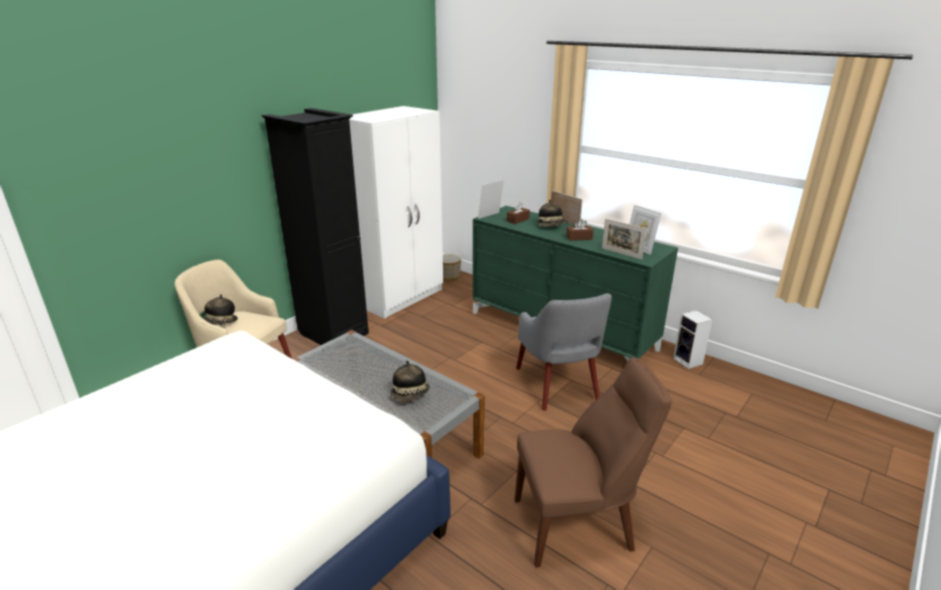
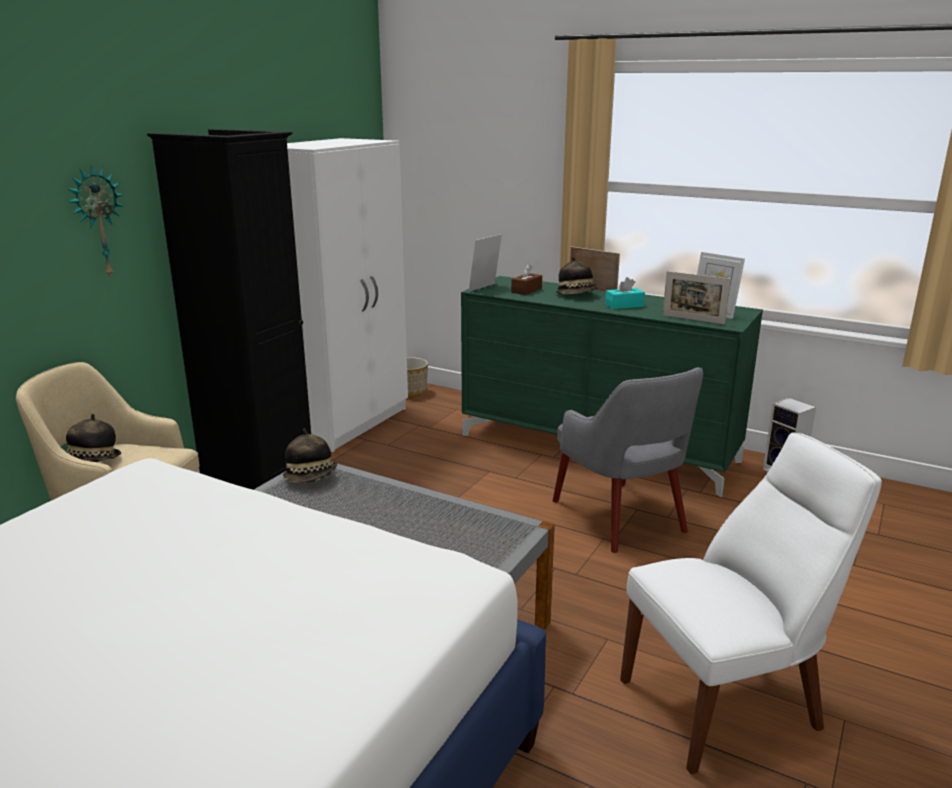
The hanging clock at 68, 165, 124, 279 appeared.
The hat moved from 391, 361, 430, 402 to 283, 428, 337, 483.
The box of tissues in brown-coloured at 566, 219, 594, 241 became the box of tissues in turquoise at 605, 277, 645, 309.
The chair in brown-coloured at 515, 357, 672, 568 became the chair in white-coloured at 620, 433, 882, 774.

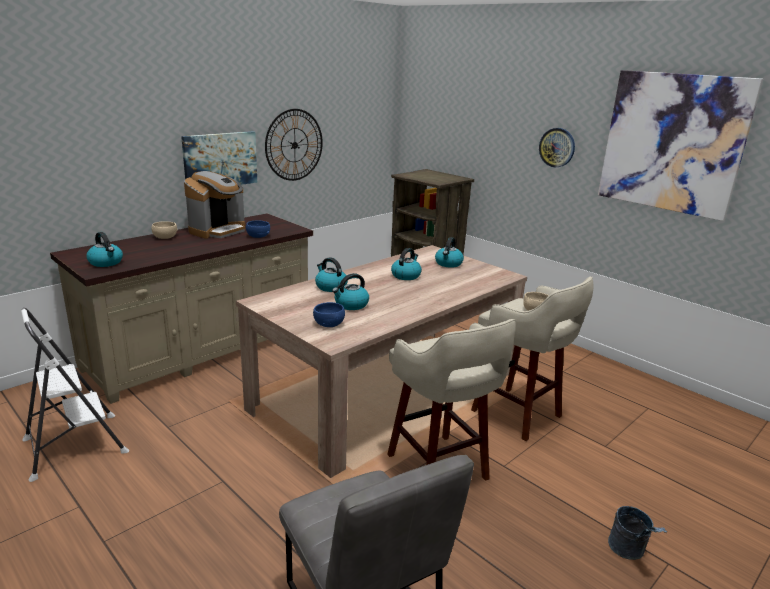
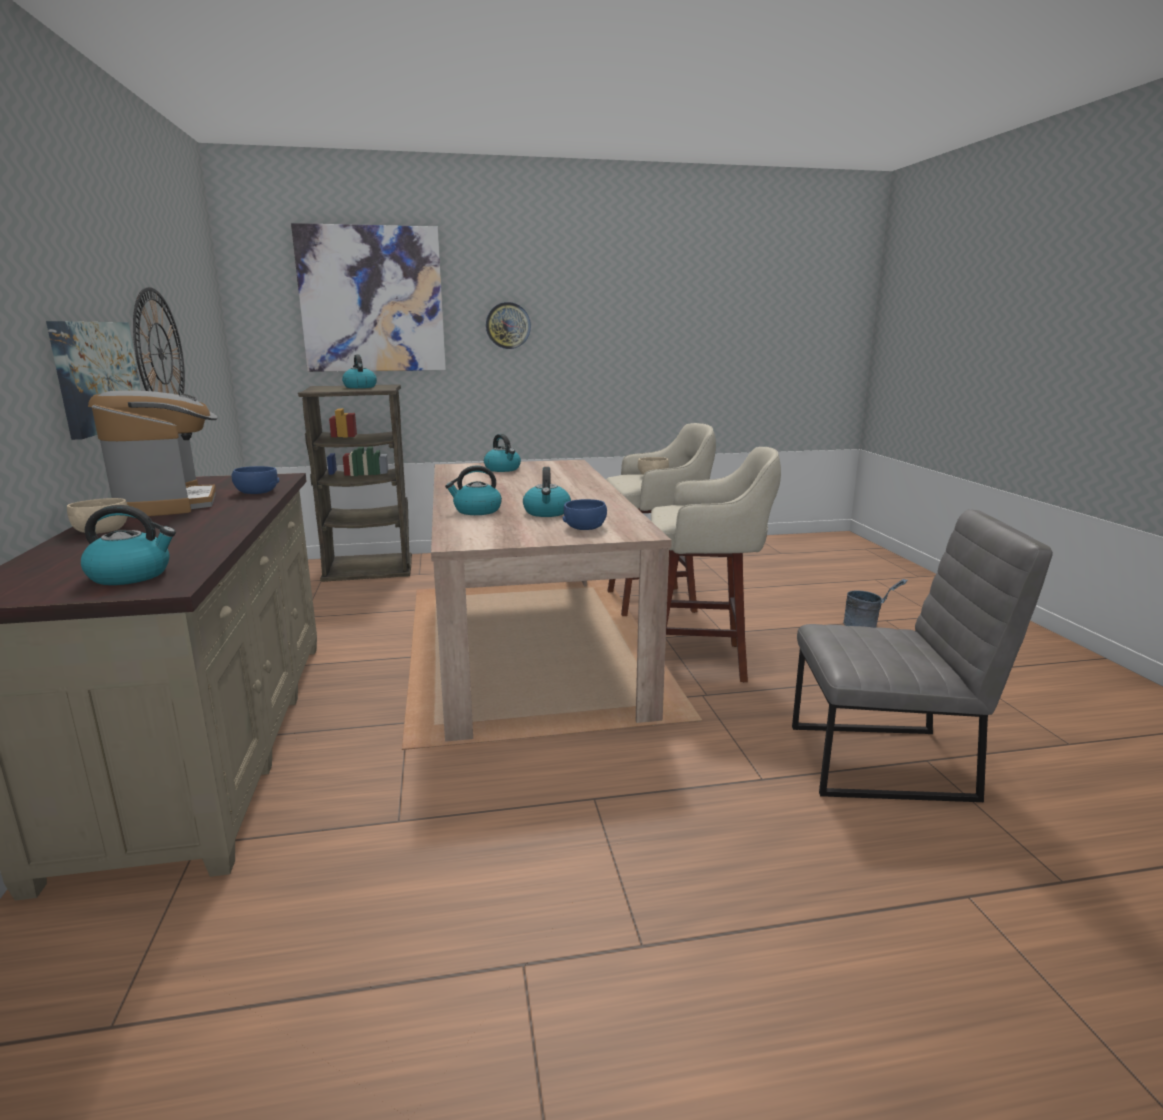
The wall art moved from 598, 70, 763, 221 to 291, 223, 446, 372.
The water kettle moved from 391, 248, 422, 280 to 342, 355, 377, 388.
The step stool in white-coloured at 21, 308, 129, 482 disappeared.

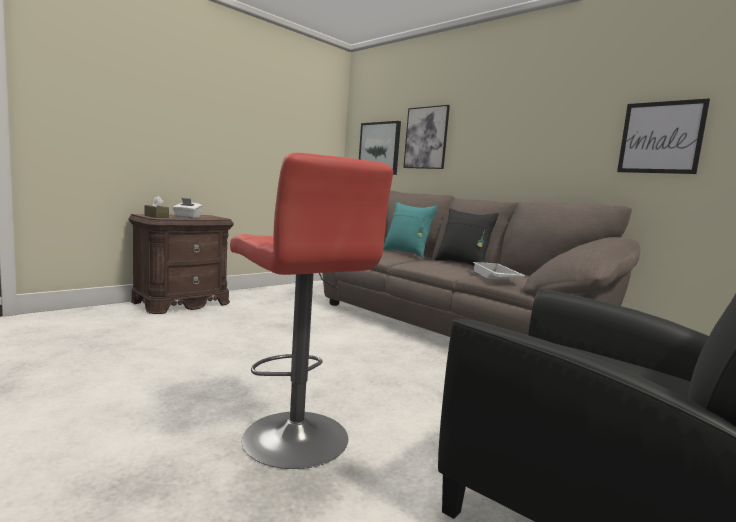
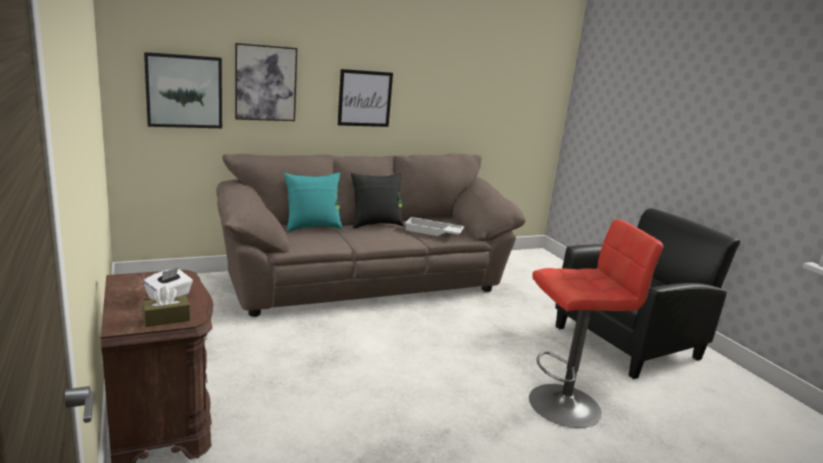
The wall art moved from 617, 98, 710, 174 to 338, 69, 393, 127.

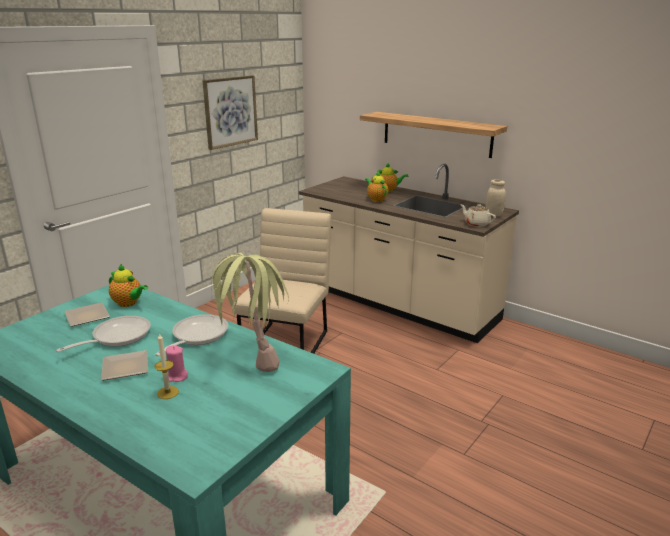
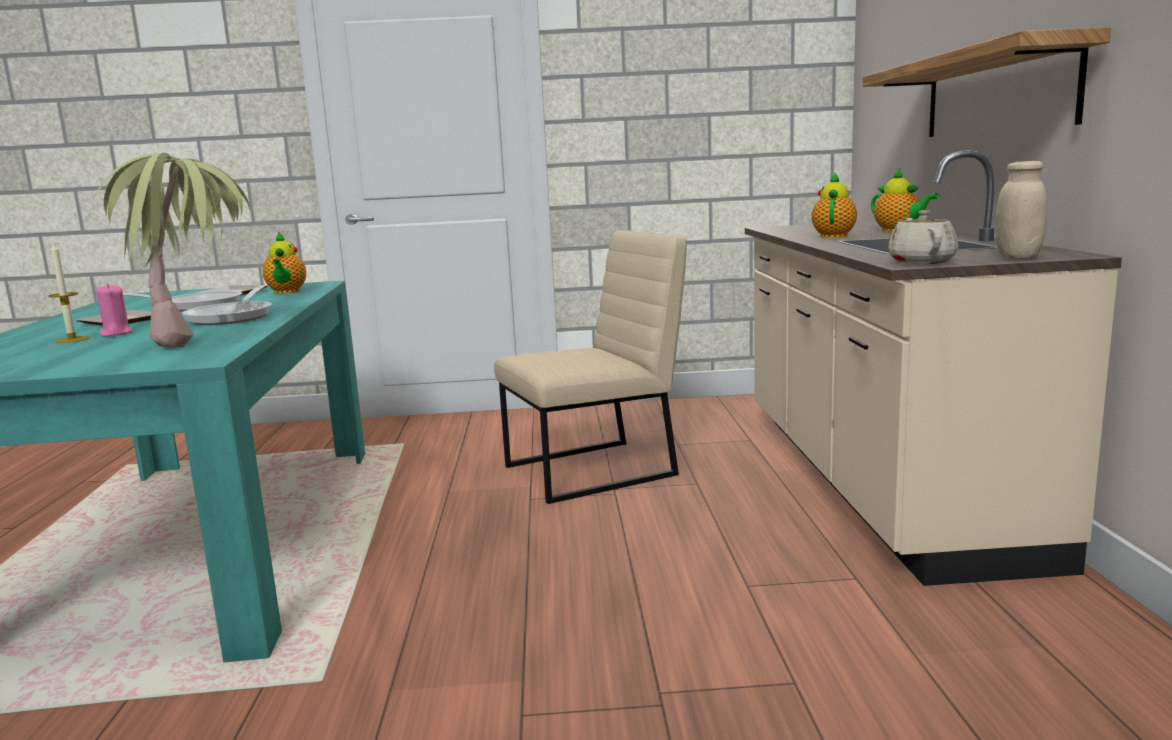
The frying pan at 155, 314, 228, 356 turned 105 degrees clockwise.
The wall art at 202, 75, 258, 150 disappeared.

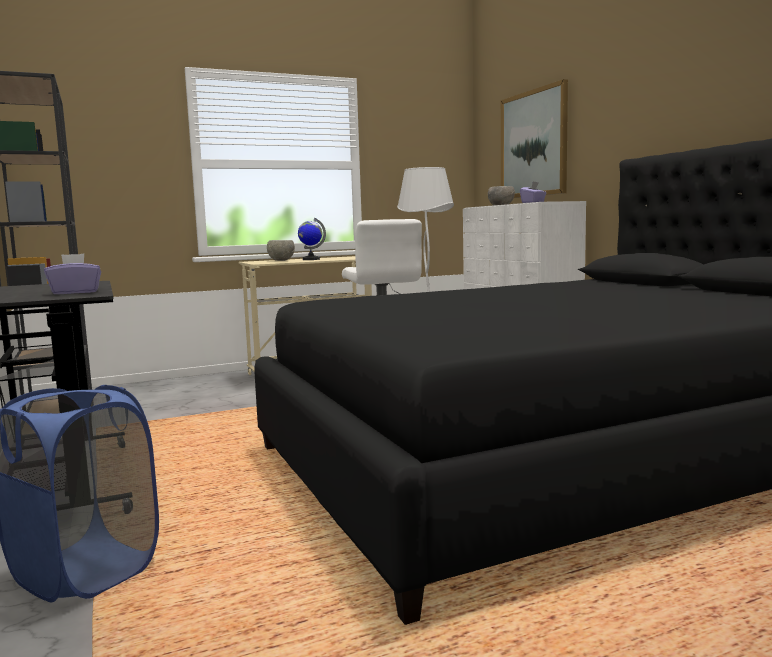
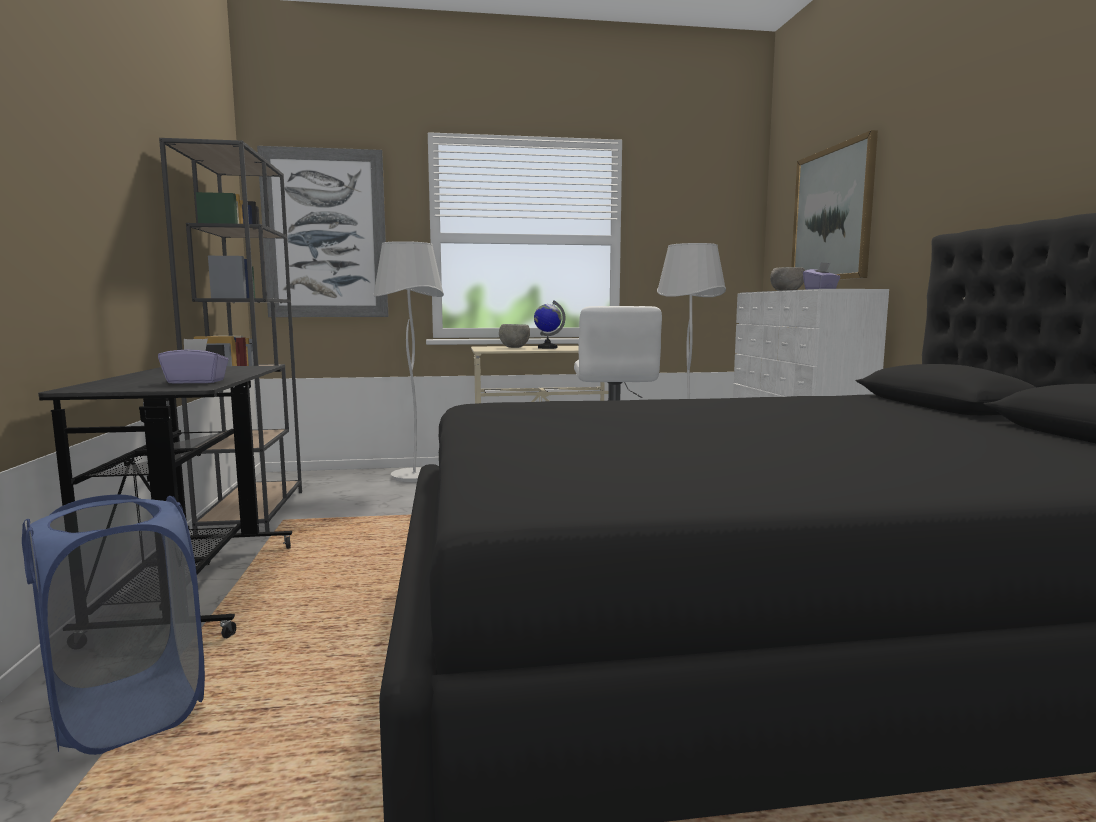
The wall art at 257, 146, 388, 317 appeared.
The floor lamp in white-coloured at 373, 241, 444, 482 appeared.

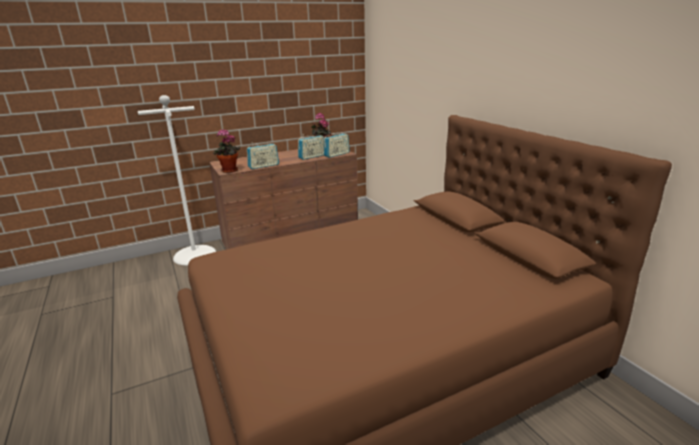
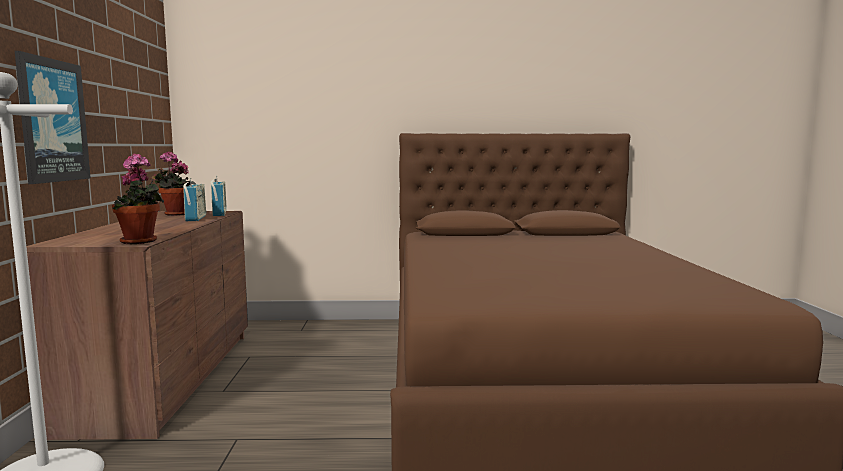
The wall art at 15, 51, 91, 184 appeared.
The radio set at 247, 142, 279, 169 disappeared.

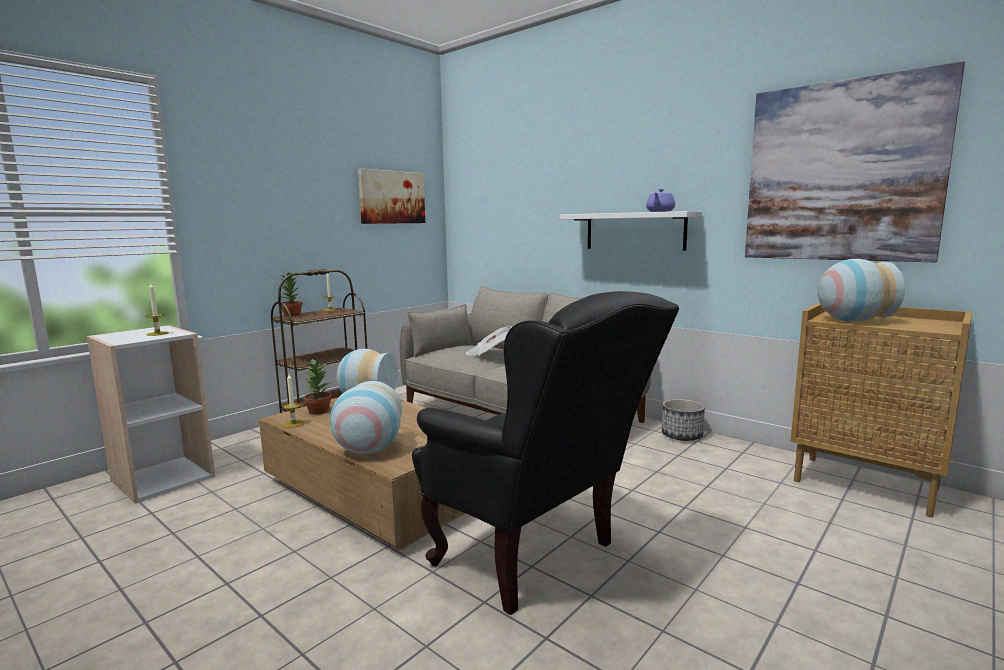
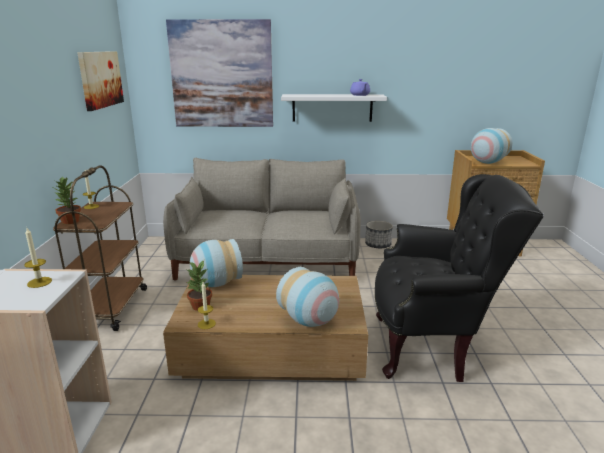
The wall art moved from 745, 61, 965, 262 to 166, 19, 273, 127.
The newspaper at 466, 326, 512, 356 disappeared.

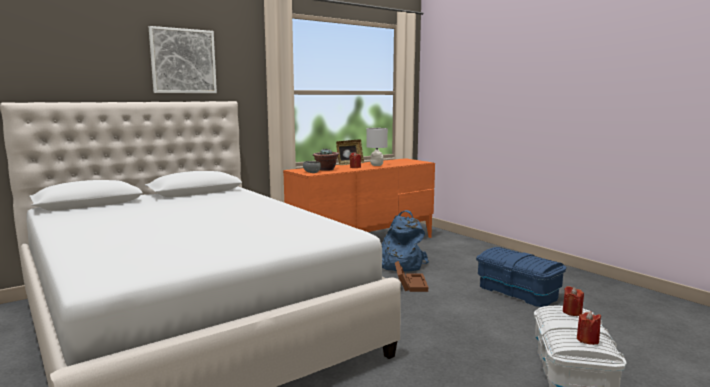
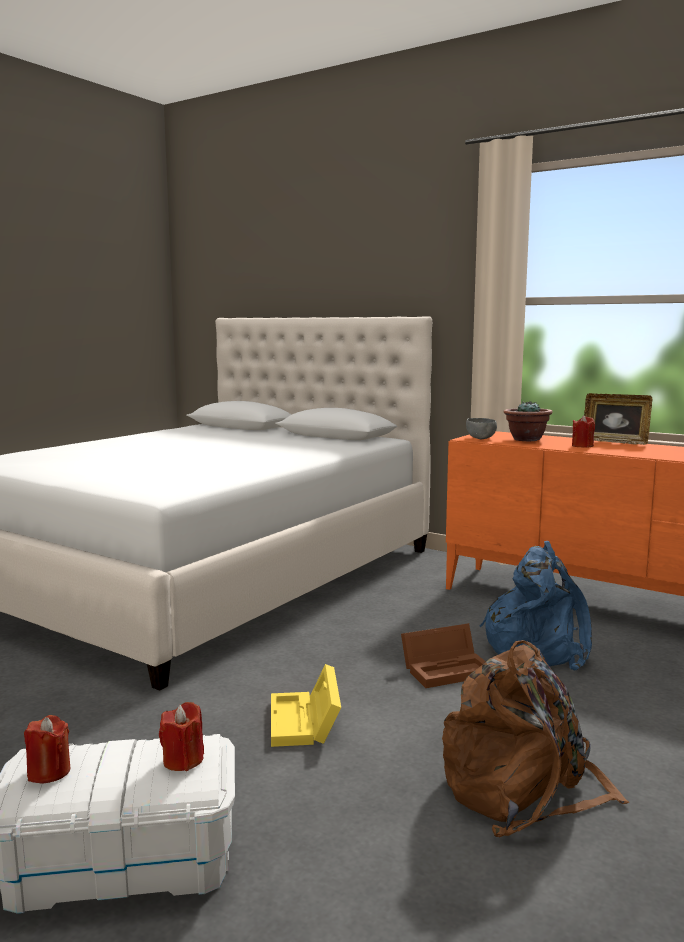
The storage container in yellow at 271, 664, 341, 747 appeared.
The storage container in bluish at 476, 247, 566, 307 was replaced by the backpack in brown-coloured at 442, 640, 629, 837.
The wall art at 149, 26, 217, 93 disappeared.
The lamp for a table in grey at 367, 128, 388, 166 disappeared.

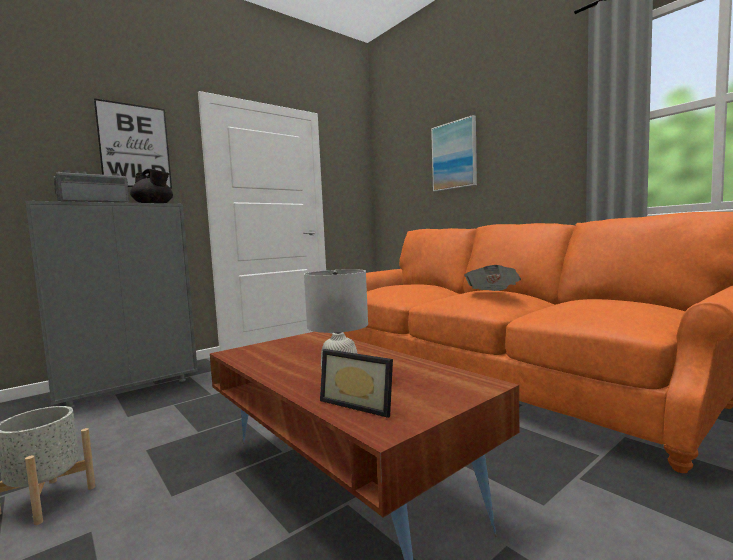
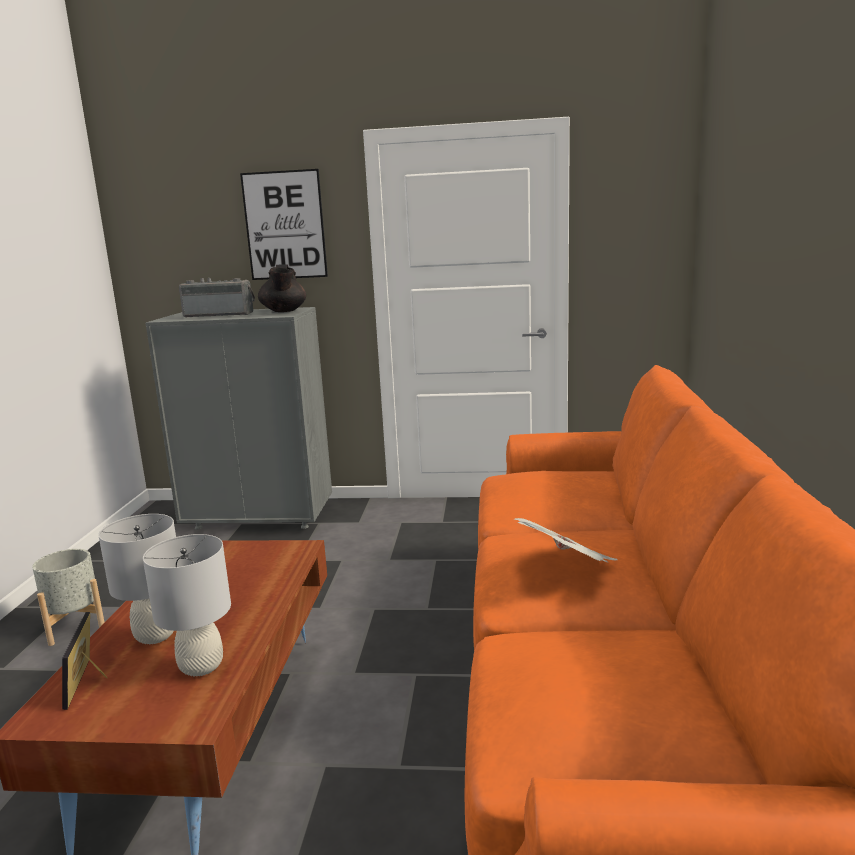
The lamp for a table in grey at 143, 534, 231, 677 appeared.
The wall art at 431, 115, 477, 192 disappeared.

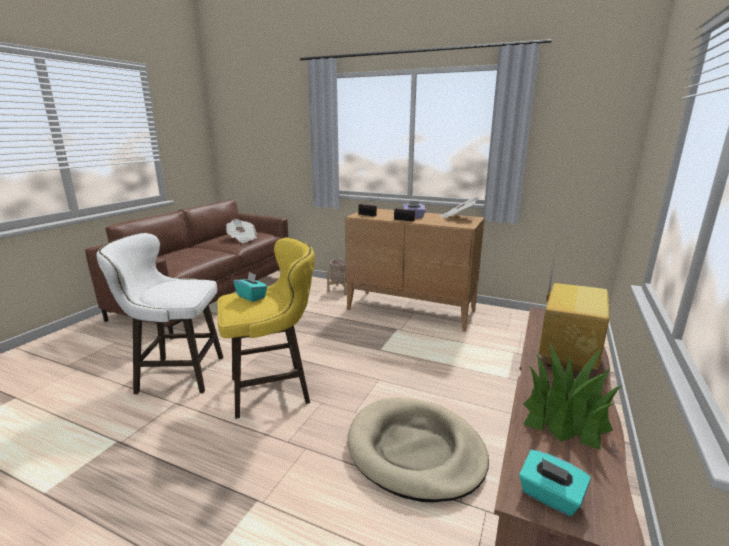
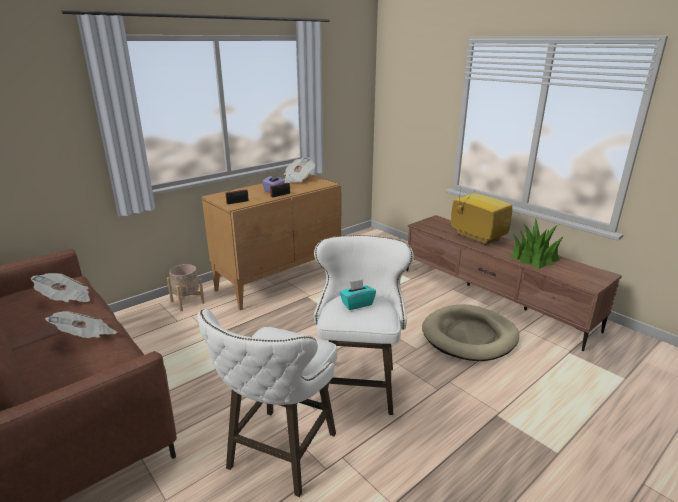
The newspaper at 45, 311, 117, 339 appeared.
The stool in yellow at 217, 237, 315, 419 became the stool in white-coloured at 314, 235, 414, 415.
The box of tissues in turquoise at 519, 450, 591, 516 disappeared.

